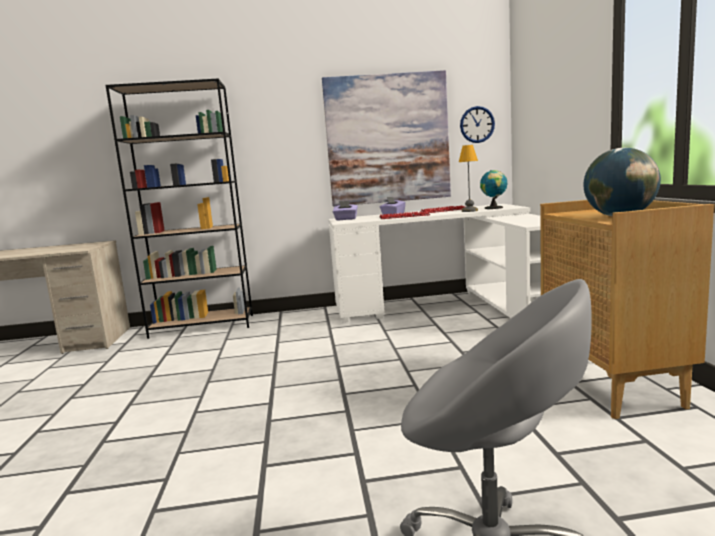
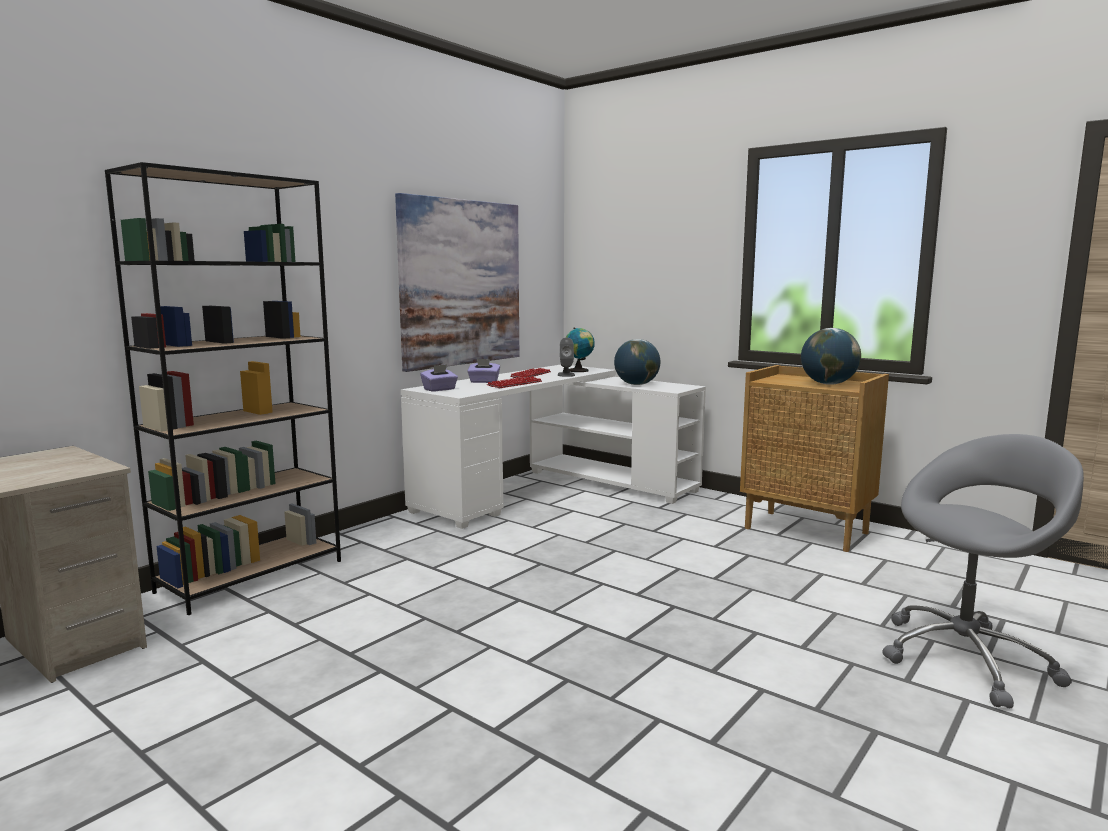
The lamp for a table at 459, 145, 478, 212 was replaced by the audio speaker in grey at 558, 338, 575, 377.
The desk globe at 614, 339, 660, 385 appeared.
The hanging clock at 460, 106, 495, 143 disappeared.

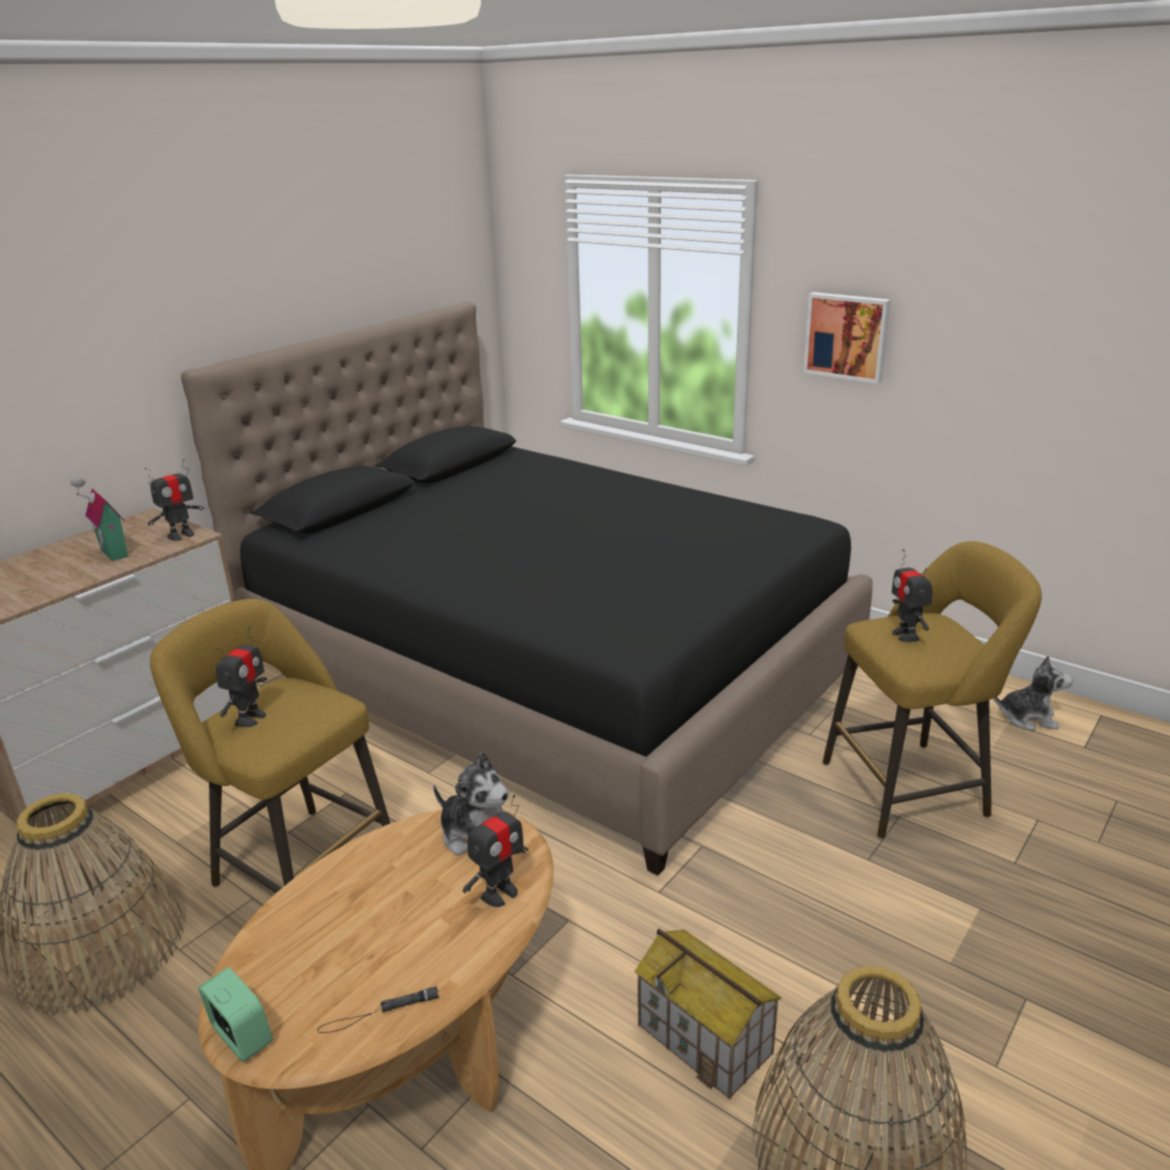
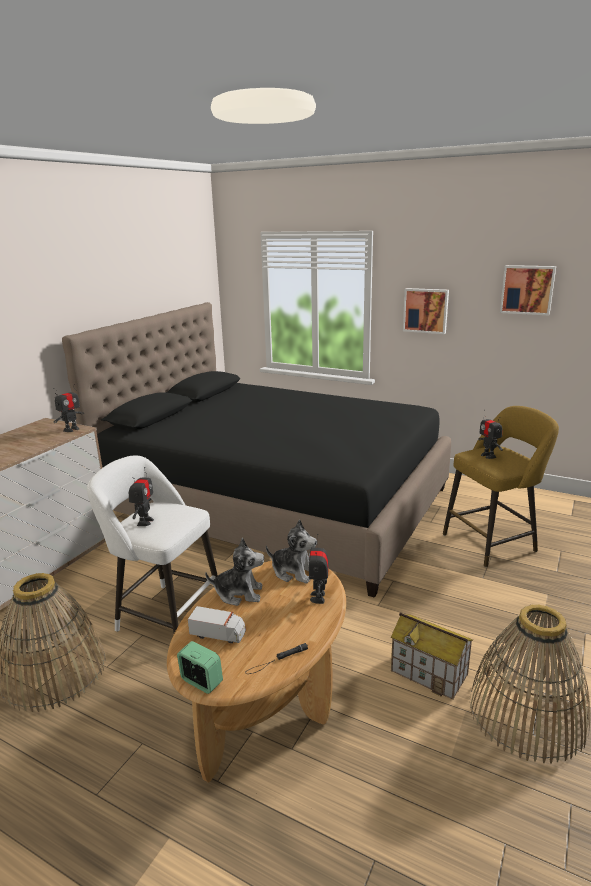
The stool in yellow at 150, 599, 390, 893 became the stool in white-coloured at 87, 456, 218, 633.
The model truck at 188, 606, 246, 643 appeared.
The soft toy moved from 993, 655, 1073, 731 to 205, 538, 264, 606.
The model robot at 463, 795, 528, 907 turned 150 degrees clockwise.
The wall art at 500, 265, 556, 315 appeared.
The miniature house at 71, 477, 128, 561 disappeared.

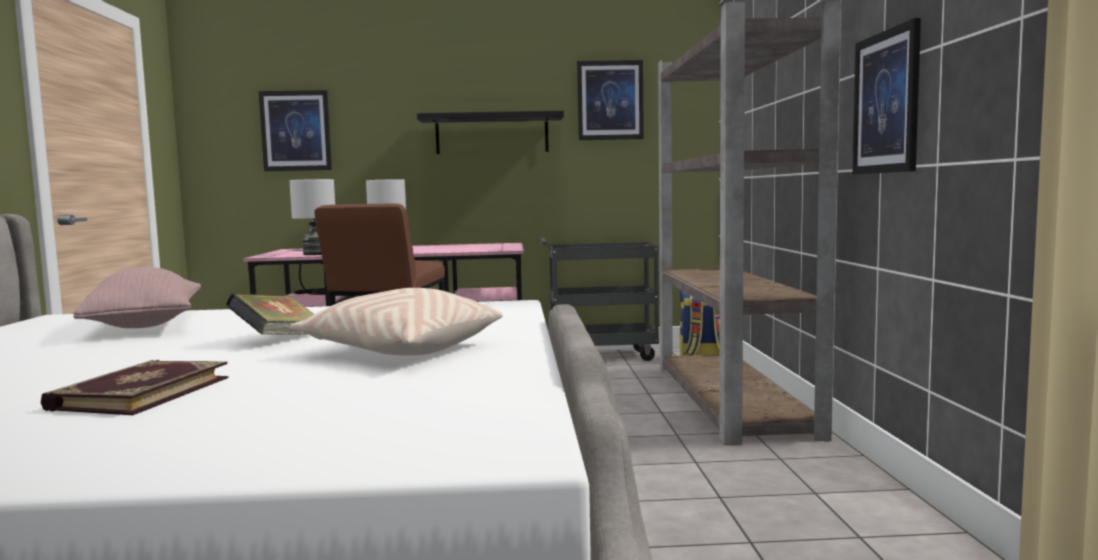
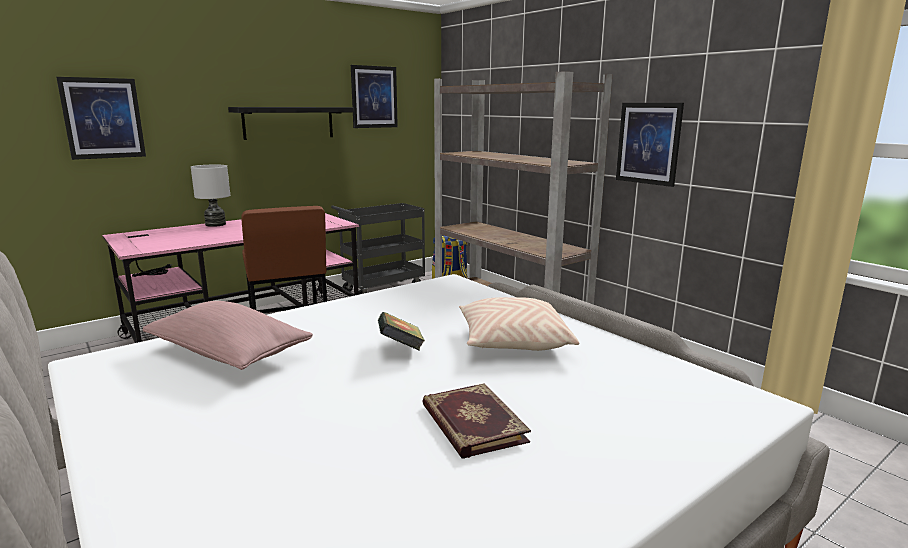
The lamp for a table in grey at 289, 179, 335, 255 disappeared.

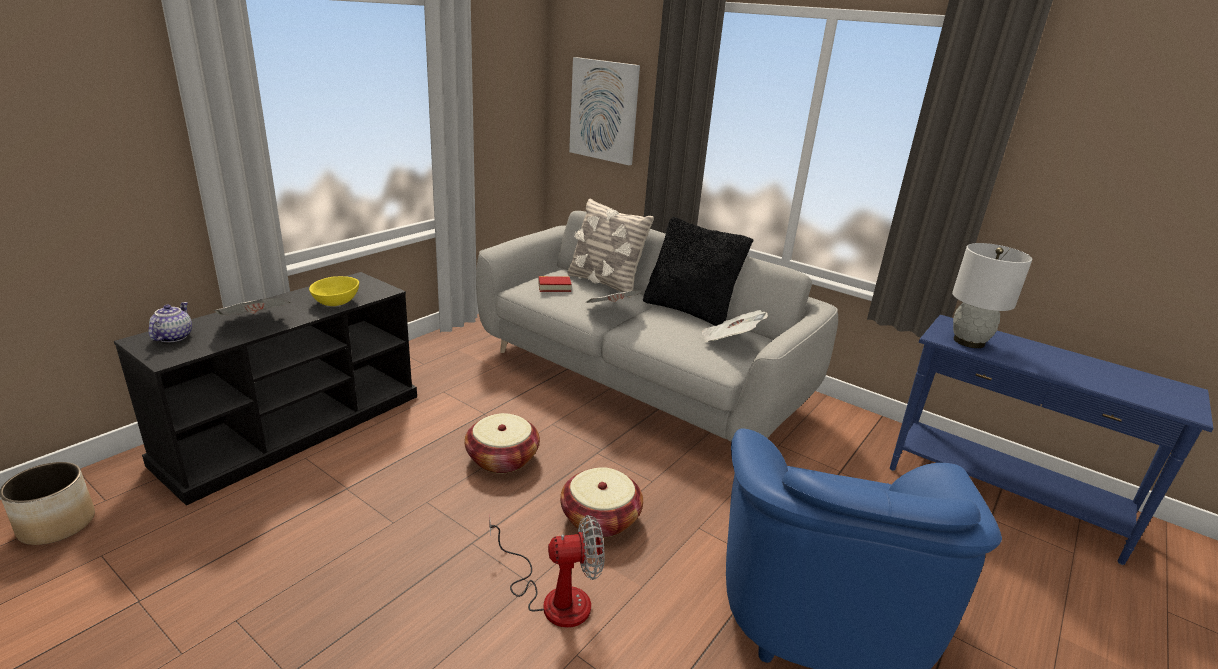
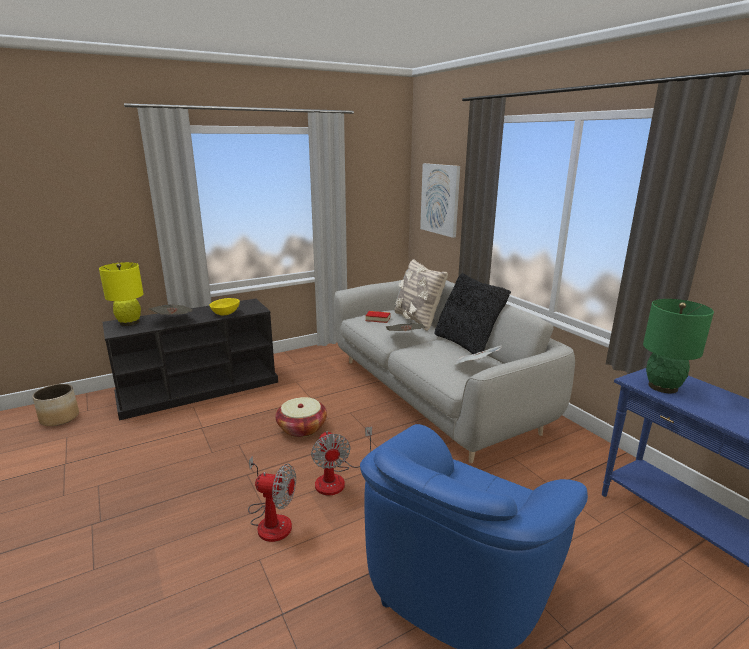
The pot for tea at 149, 302, 192, 343 was replaced by the lamp for a table in yellow at 99, 262, 144, 326.
The household basket at 560, 467, 643, 538 was replaced by the fan at 311, 426, 372, 495.
The lamp for a table in white-coloured at 952, 243, 1032, 348 became the lamp for a table in green at 643, 299, 714, 393.

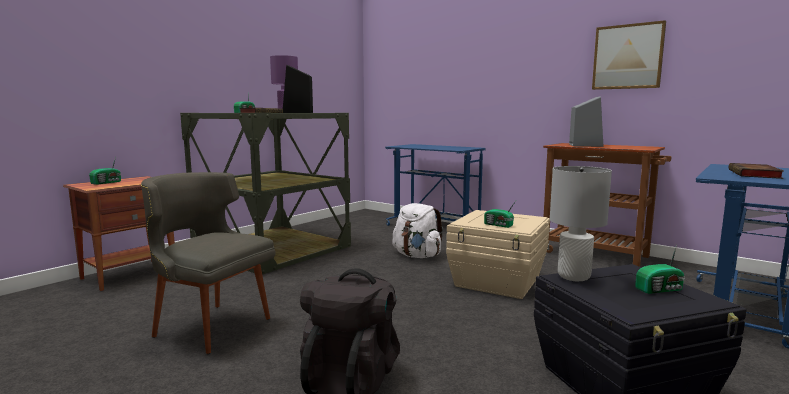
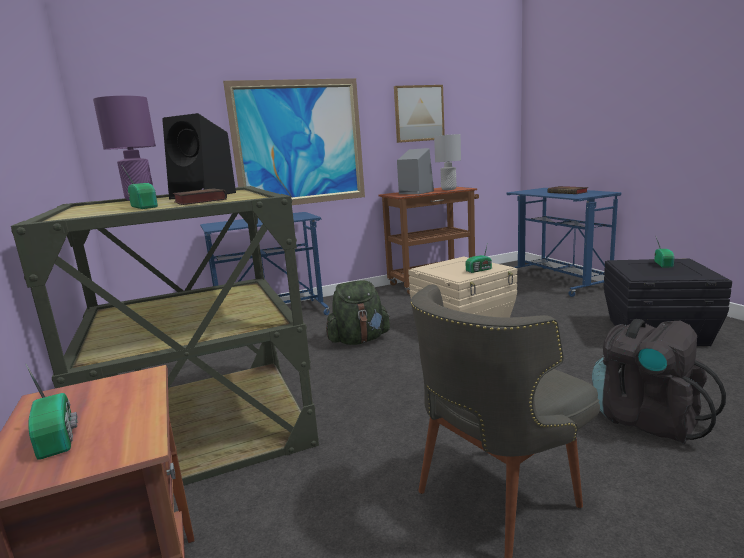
The wall art at 223, 78, 365, 205 appeared.
The backpack in white-coloured at 392, 203, 443, 258 became the backpack in green at 326, 280, 390, 345.
The lamp for a table in grey moved from 550, 166, 612, 282 to 434, 134, 461, 190.

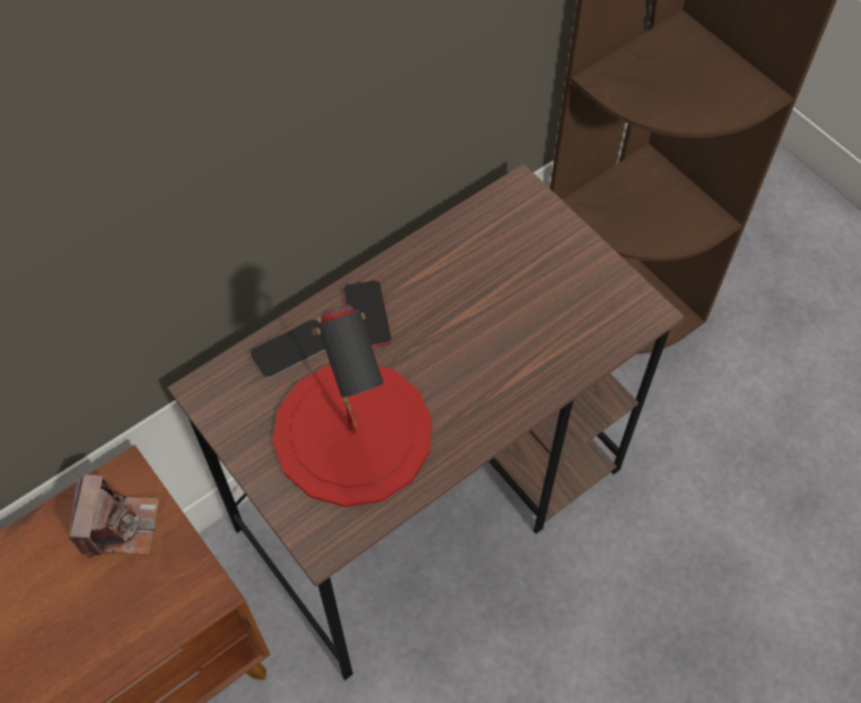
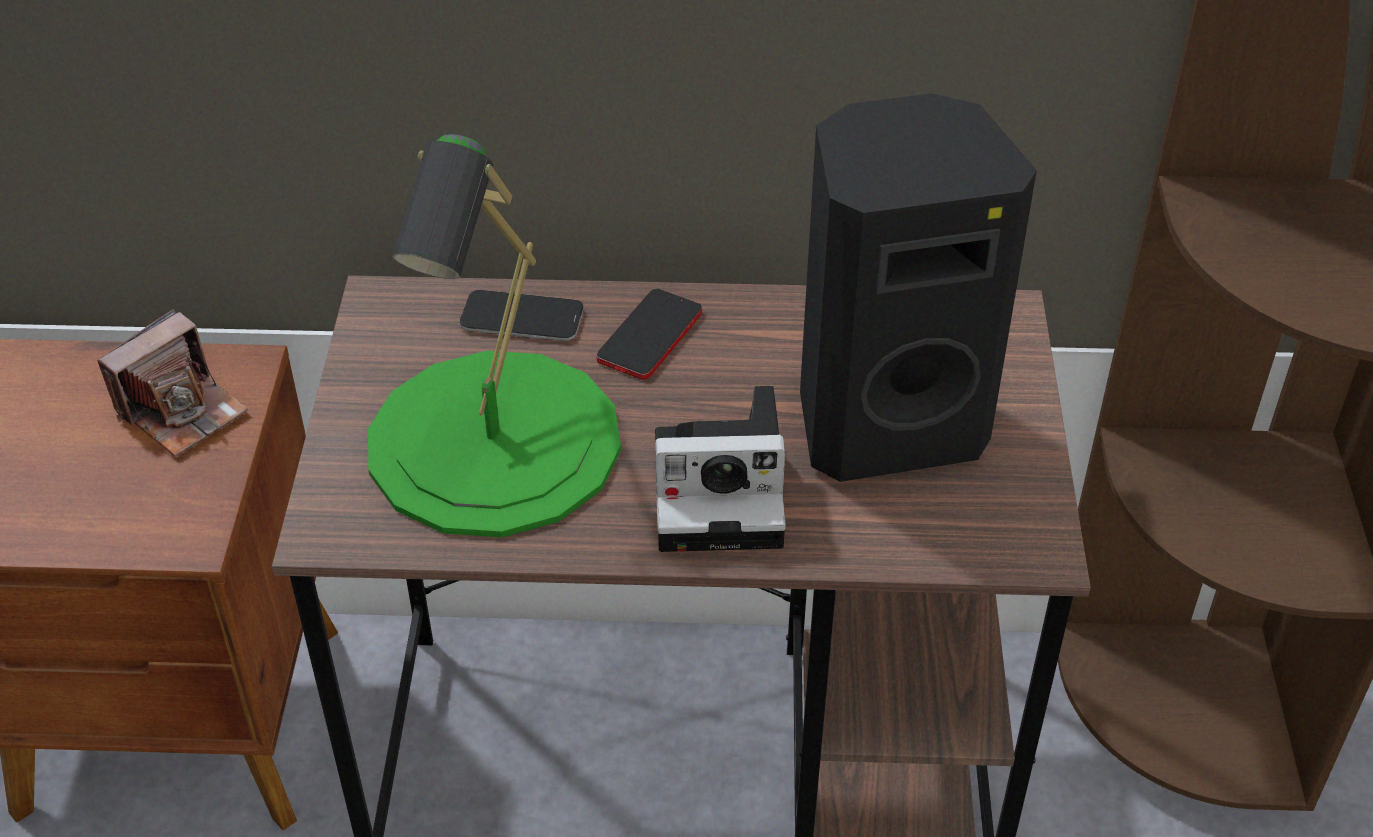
The lamp for a table in red-coloured at 273, 304, 432, 507 became the lamp for a table in green at 368, 134, 621, 537.
The still camera at 655, 386, 786, 552 appeared.
The audio speaker in black at 800, 93, 1037, 482 appeared.

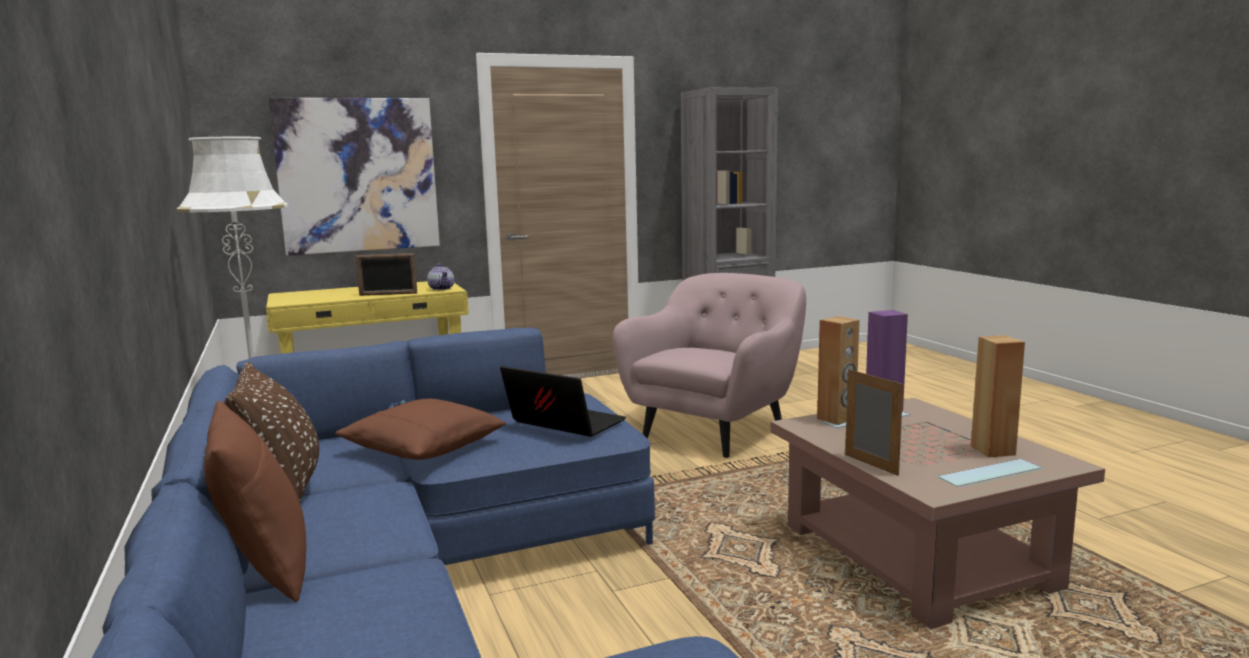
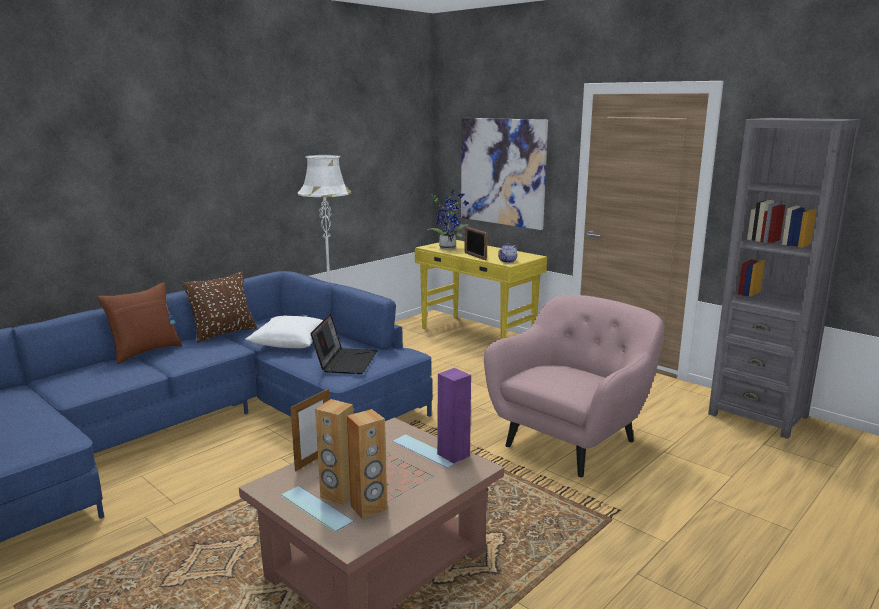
The pillow in brown-coloured at 335, 399, 506, 460 became the pillow in white-coloured at 245, 314, 323, 348.
The audio speaker in brown-coloured moved from 817, 316, 860, 425 to 315, 399, 353, 505.
The plant in a pot at 426, 190, 469, 250 appeared.
The easy chair in pink-coloured at 613, 273, 806, 458 turned 60 degrees counterclockwise.

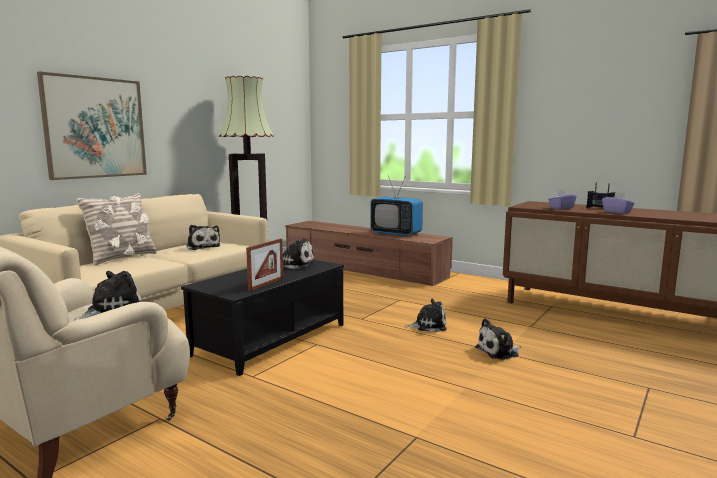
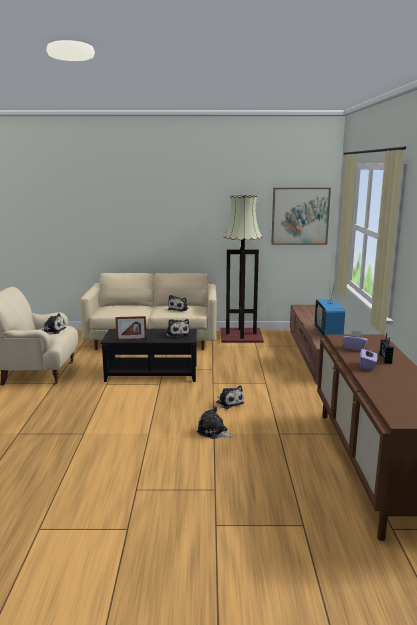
The wall art moved from 37, 71, 147, 180 to 271, 188, 331, 245.
The pillow in beige at 76, 193, 157, 265 disappeared.

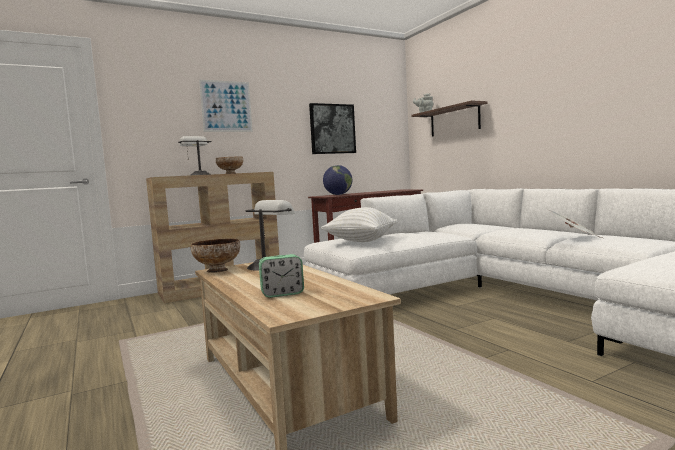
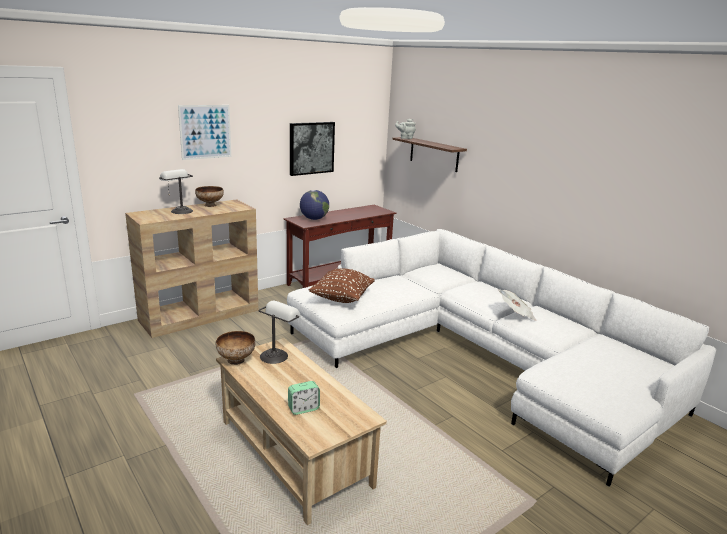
The pillow in white-coloured at 321, 207, 397, 242 became the pillow in brown-coloured at 309, 269, 375, 303.

